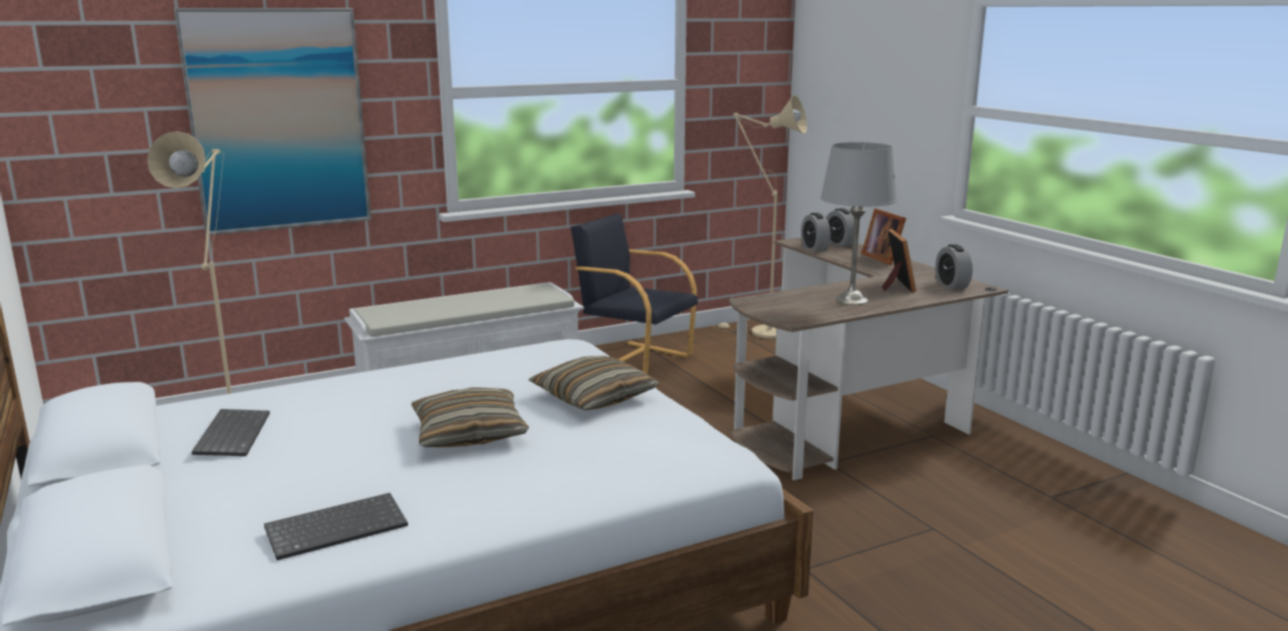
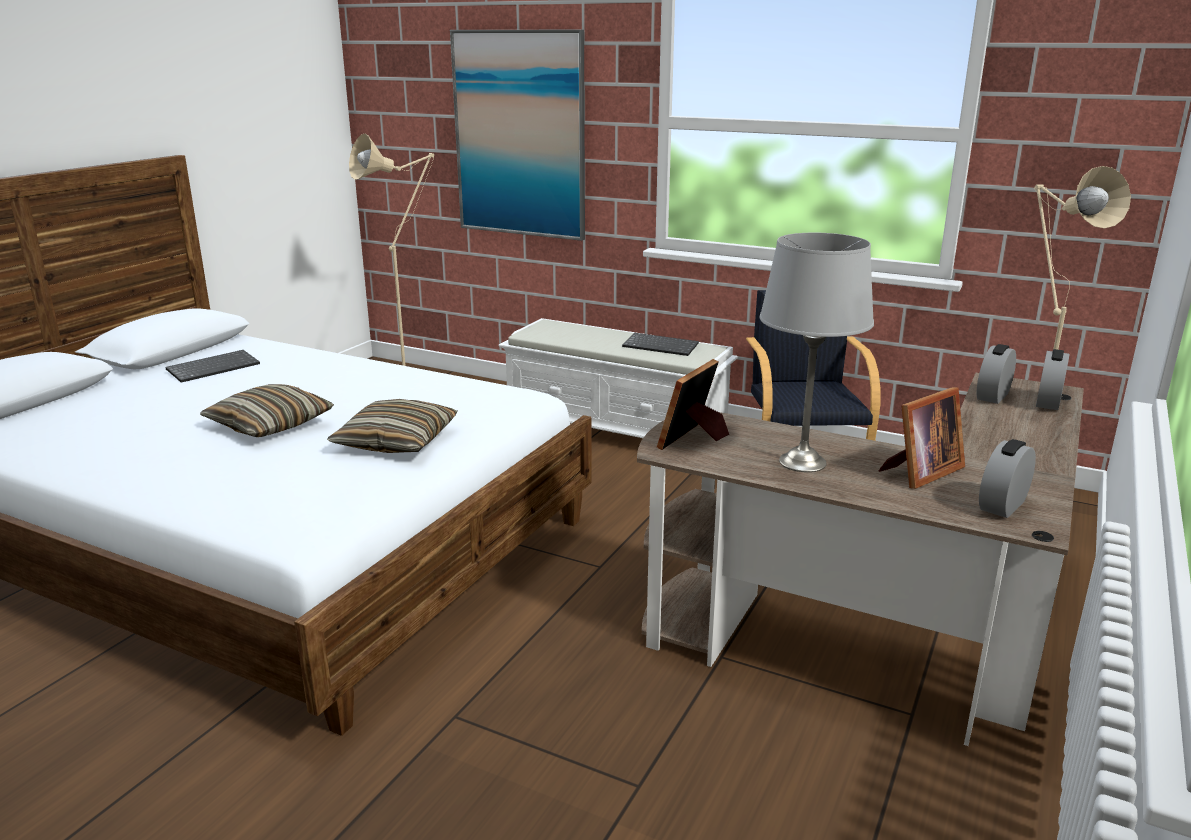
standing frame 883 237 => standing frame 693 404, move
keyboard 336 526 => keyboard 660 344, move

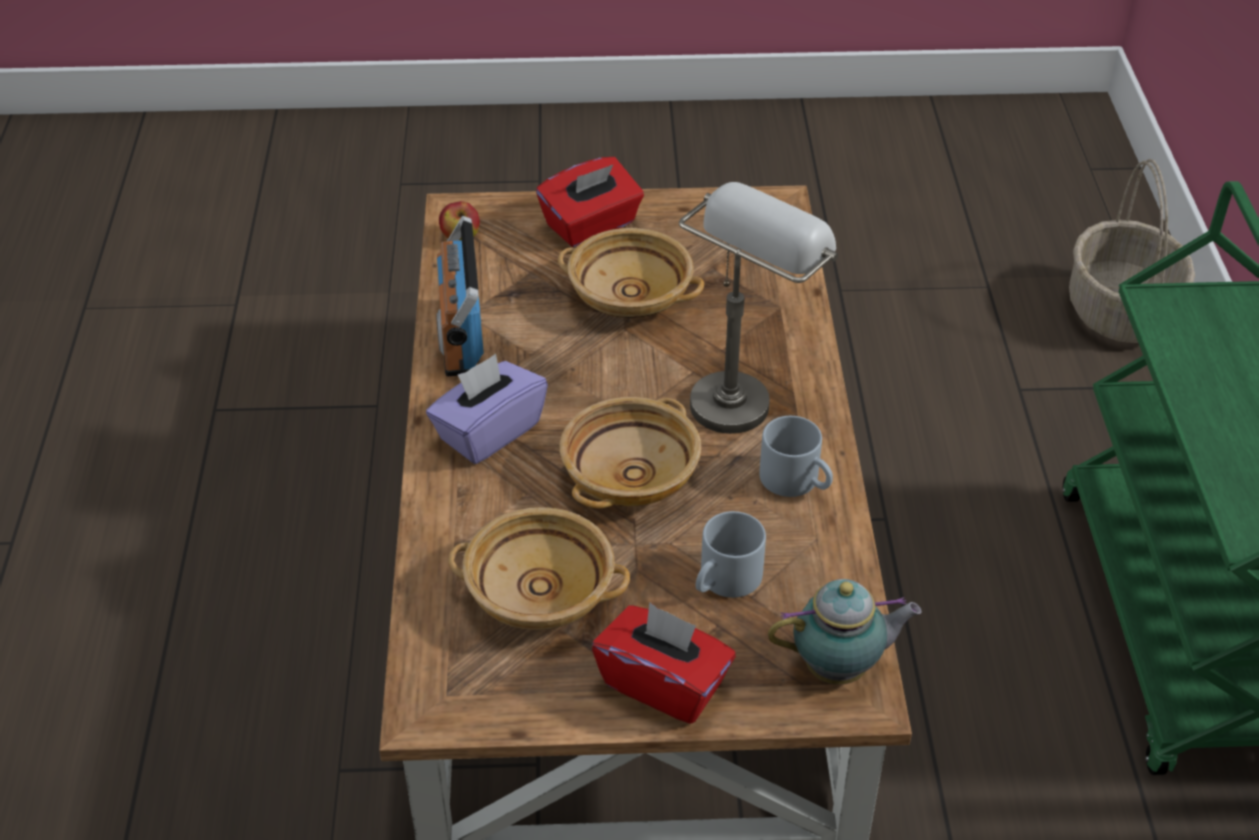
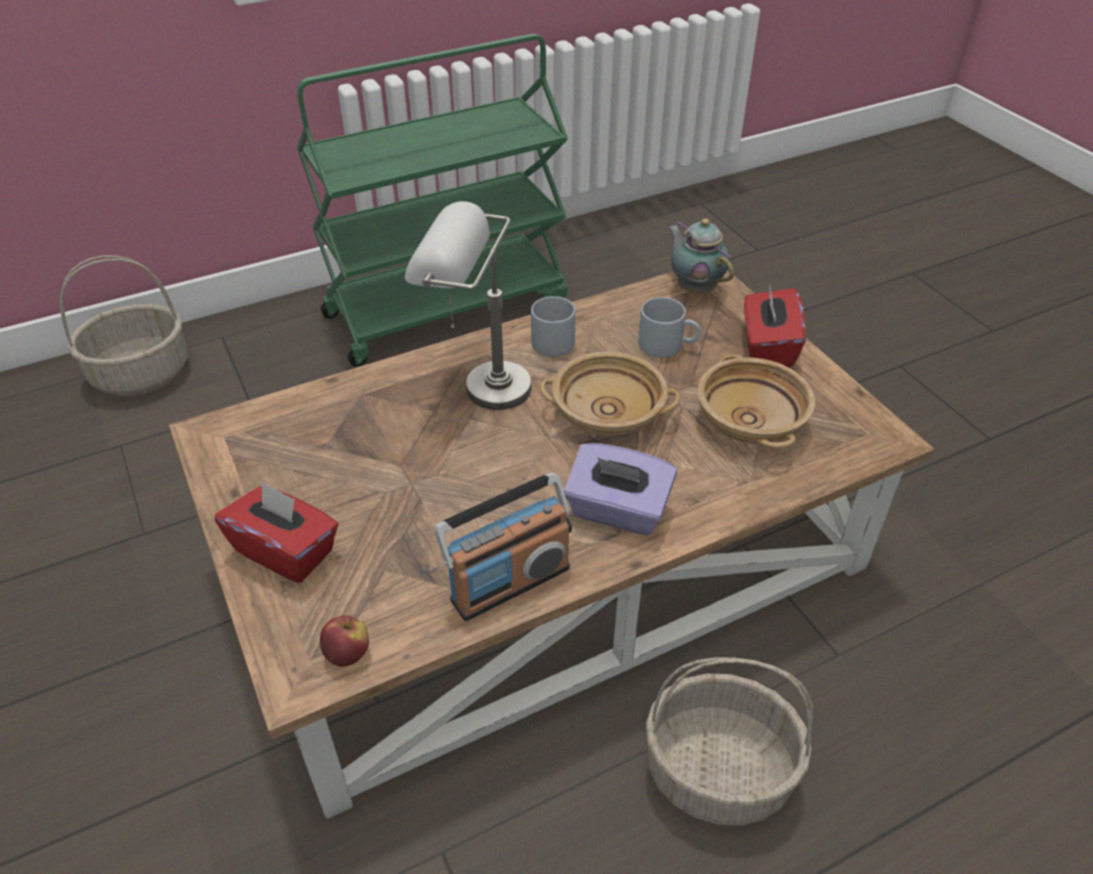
serving bowl (sand-coloured) 631 273 => nothing
nothing => basket 729 741

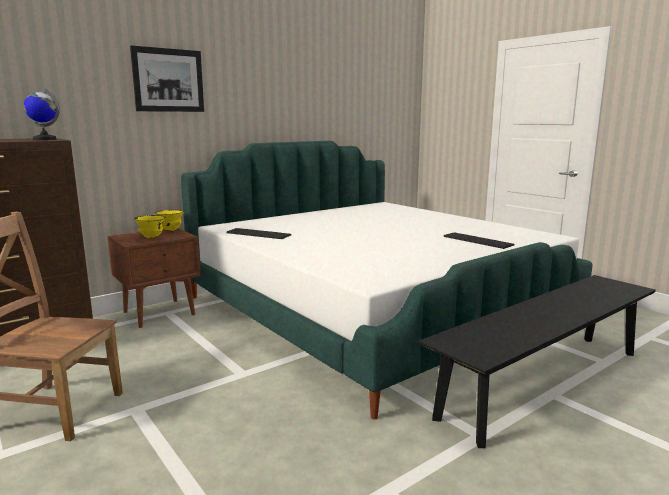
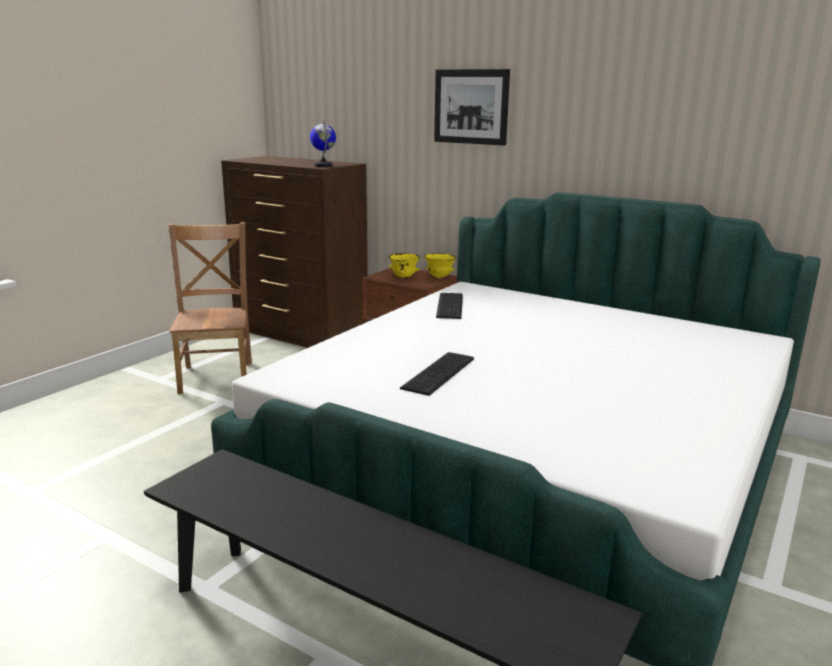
keyboard 479 240 => keyboard 437 374, move

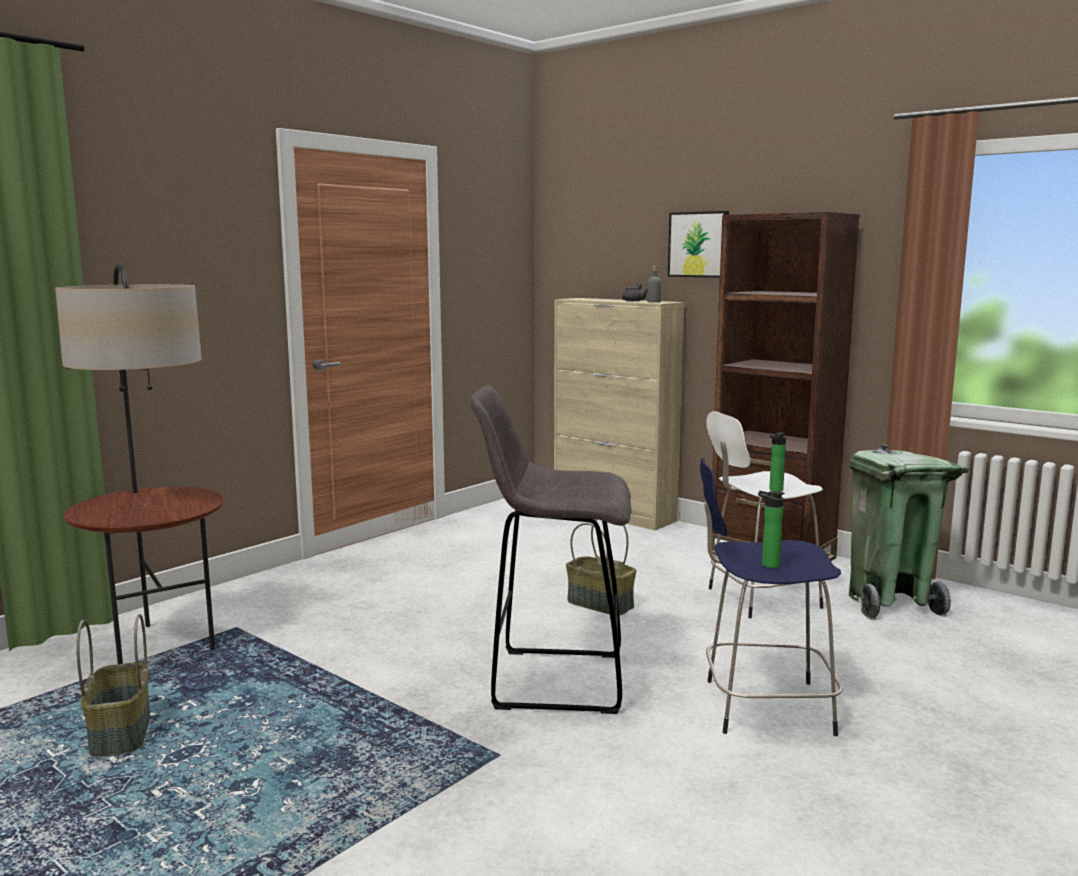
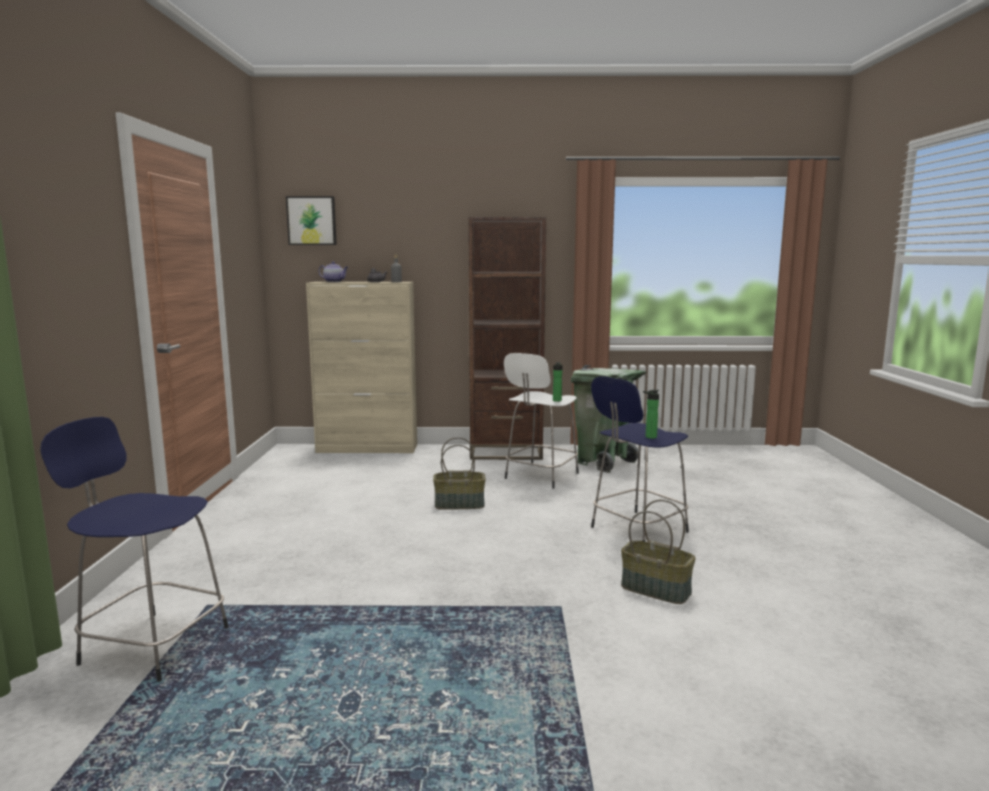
wall picture 698 244 => wall picture 311 220, move
standard lamp 139 463 => stool (blue-coloured) 134 549
stool (greyish) 551 549 => nothing
basket 113 685 => basket 658 551, move
nothing => teapot 333 271

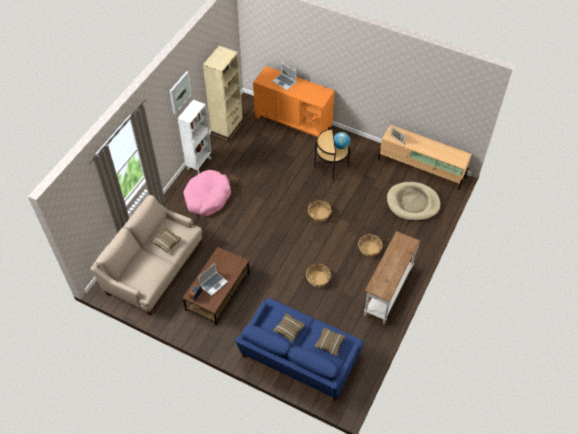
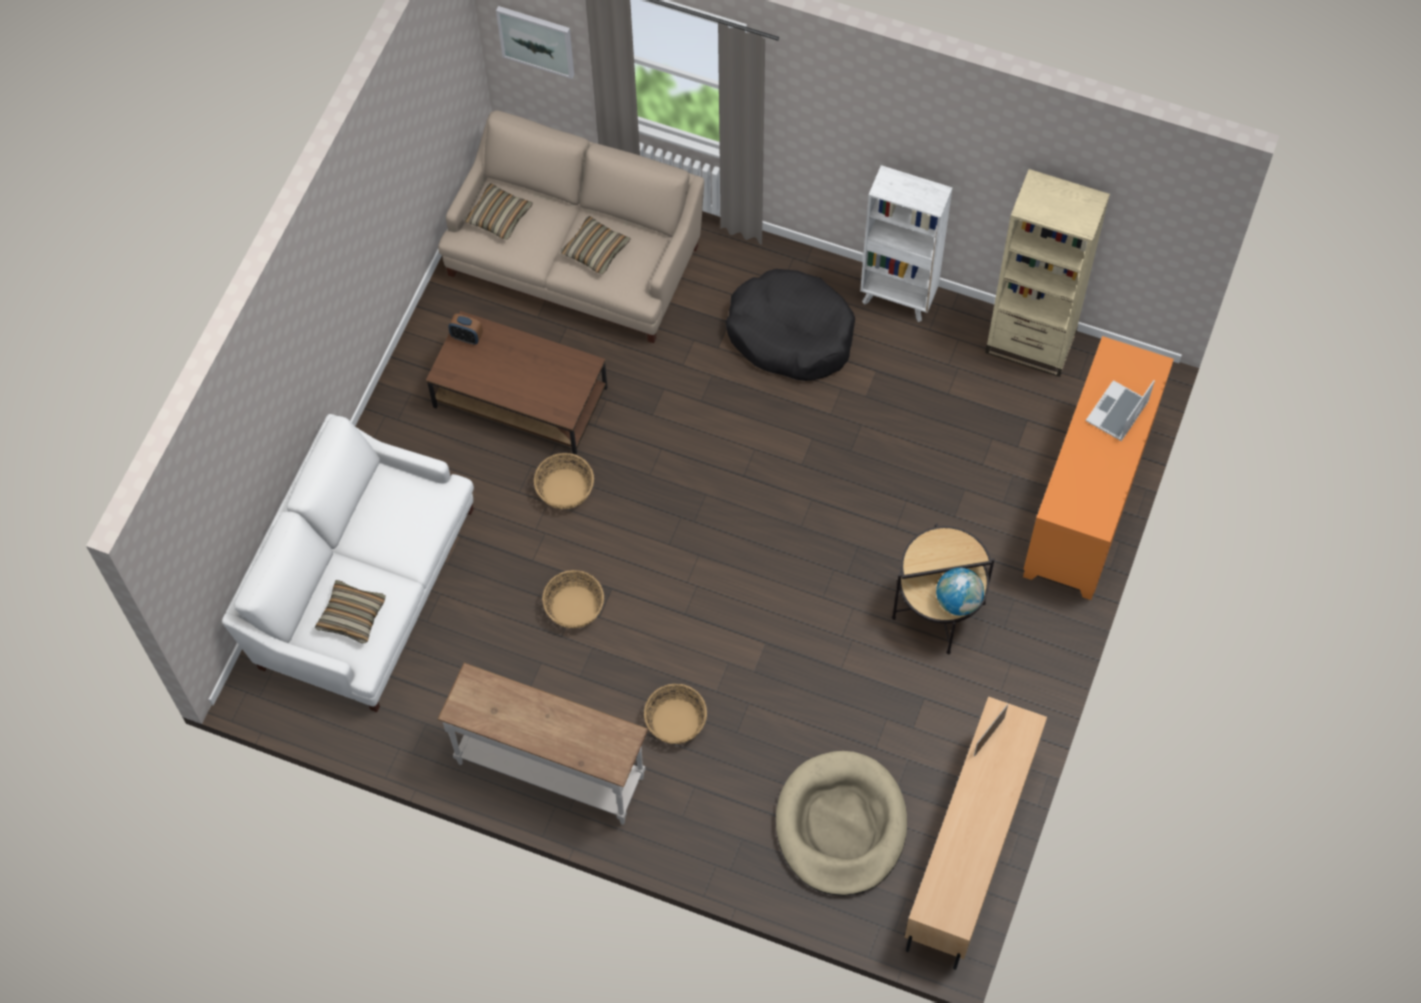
wall picture 180 92 => wall picture 535 42, move
dog cushion (pink-coloured) 207 193 => dog cushion (black-coloured) 790 325
basket 319 211 => basket 564 481, move
notebook computer 213 279 => nothing
couch (blue-coloured) 299 349 => couch (white) 348 563
throw pillow 289 327 => throw pillow 498 211, move

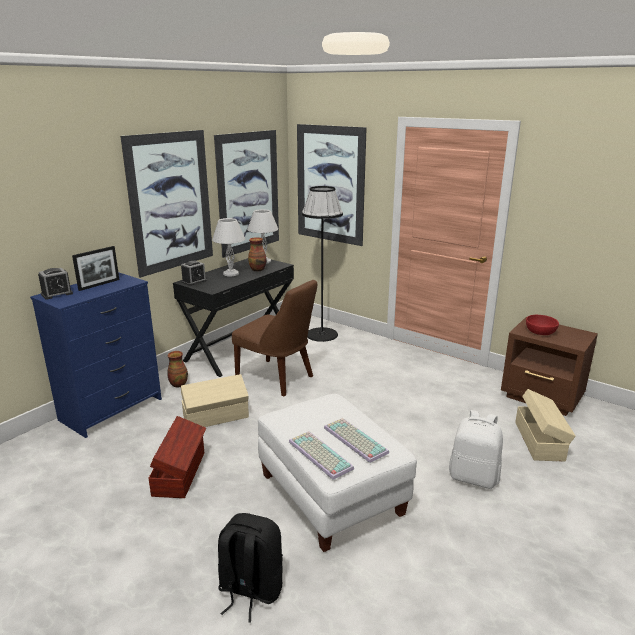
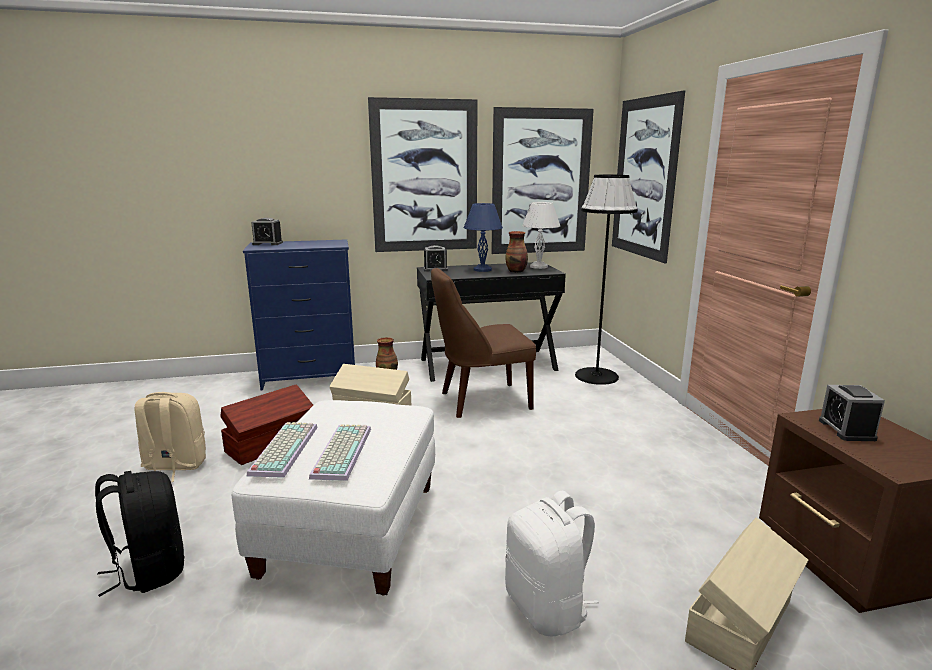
lamp for a table (white) 228 247 => lamp for a table (blue-coloured) 483 237
standing frame 95 268 => nothing
plain chair (brown) 274 338 => plain chair (brown) 483 343, 90 degrees clockwise
serving bowl (red-coloured) 542 325 => alarm clock 852 413
nothing => rucksack (sand-coloured) 170 437

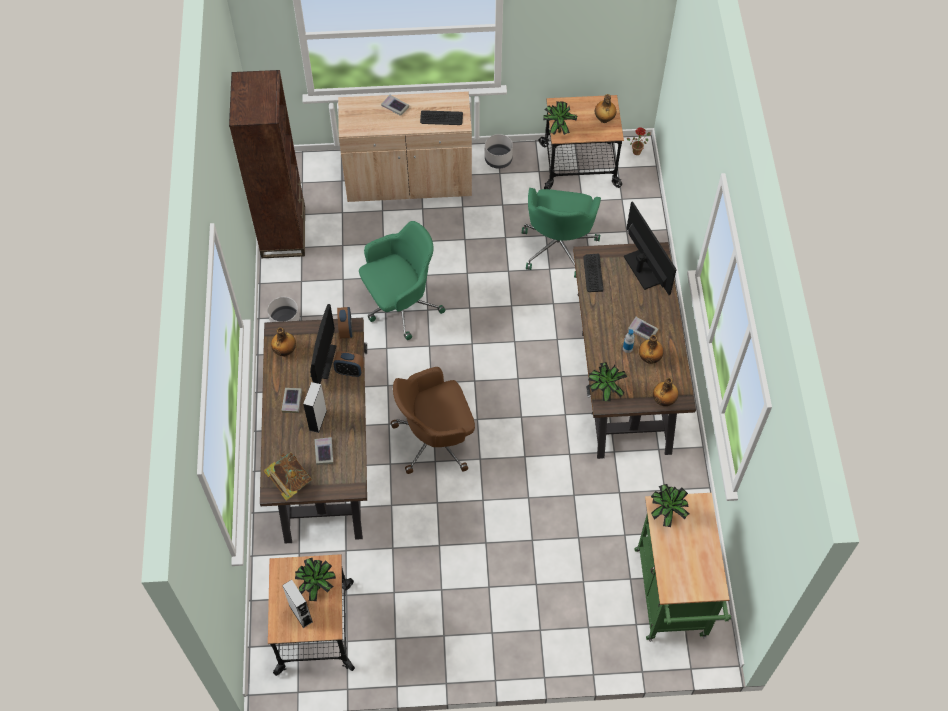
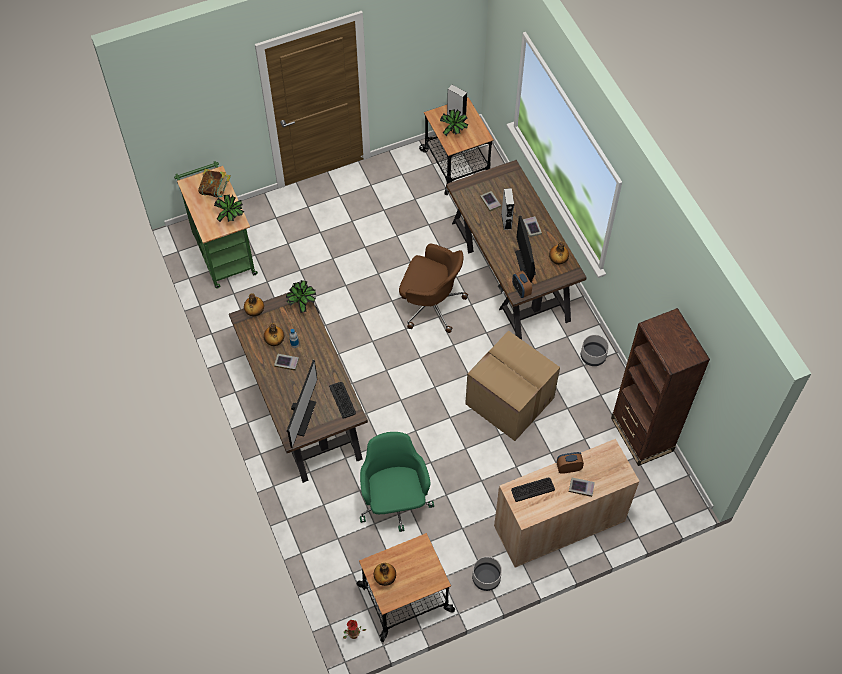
potted plant 560 118 => nothing
monitor 650 248 => monitor 301 404, 120 degrees counterclockwise
desk chair (green-coloured) 402 280 => packing box 512 386
alarm clock 348 364 => alarm clock 570 463, move
desk chair (brown) 433 420 => desk chair (brown) 433 288, 60 degrees clockwise
book 288 476 => book 214 183, move

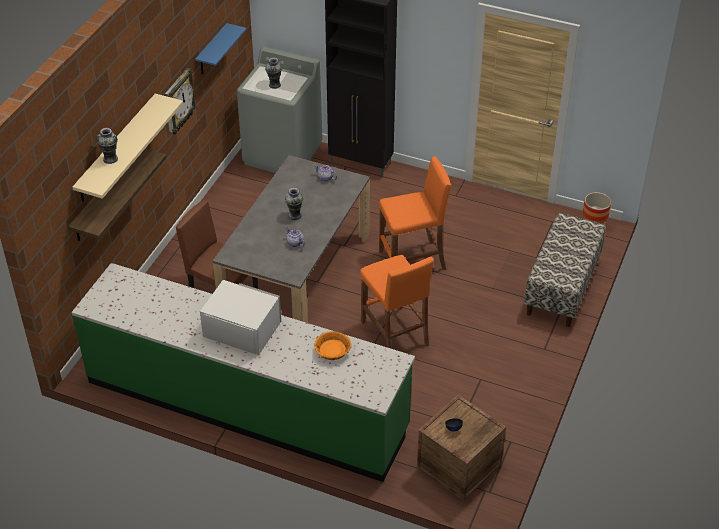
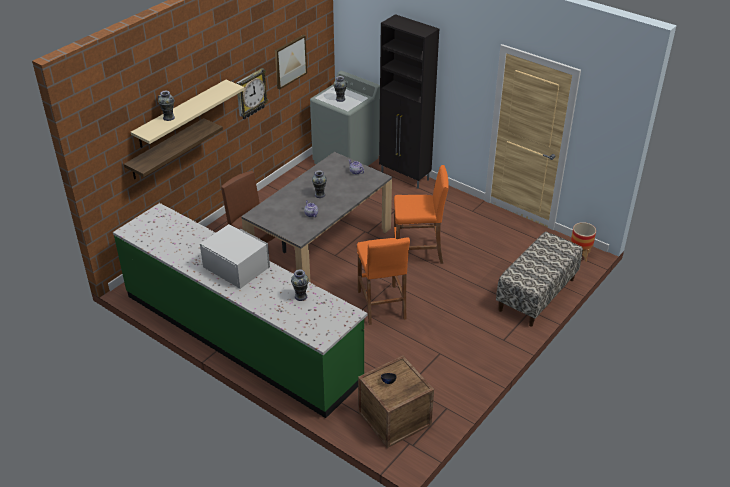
wall shelf (blue-coloured) 221 49 => wall picture 291 62
serving bowl (orangey) 332 345 => decorative vase 300 285

